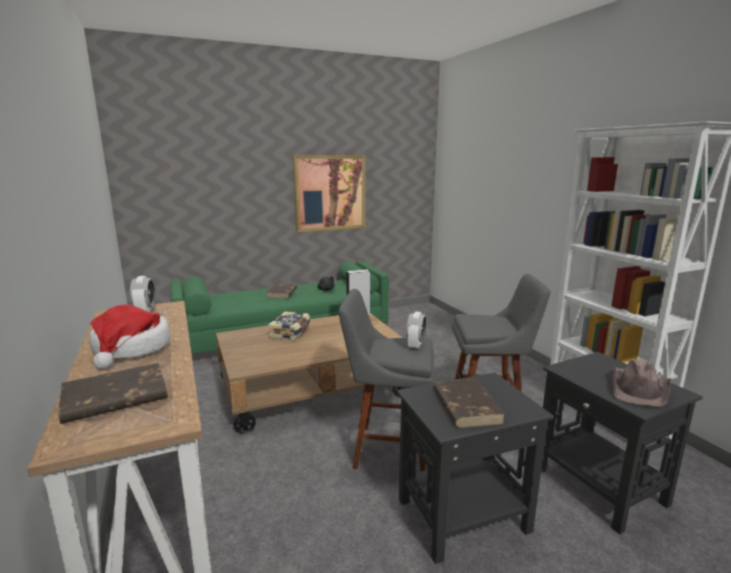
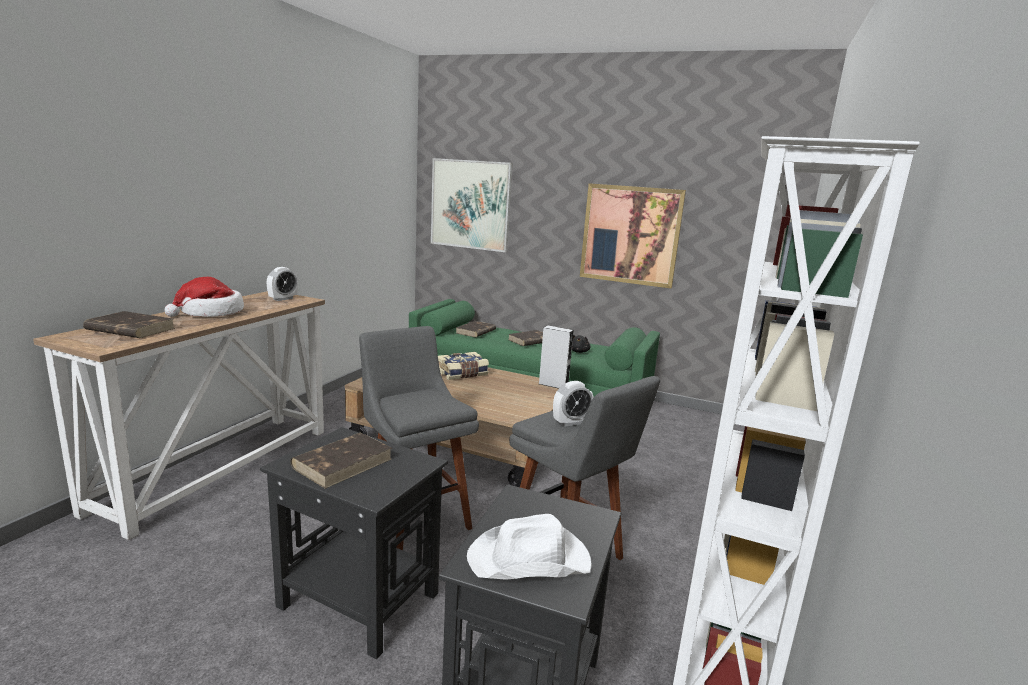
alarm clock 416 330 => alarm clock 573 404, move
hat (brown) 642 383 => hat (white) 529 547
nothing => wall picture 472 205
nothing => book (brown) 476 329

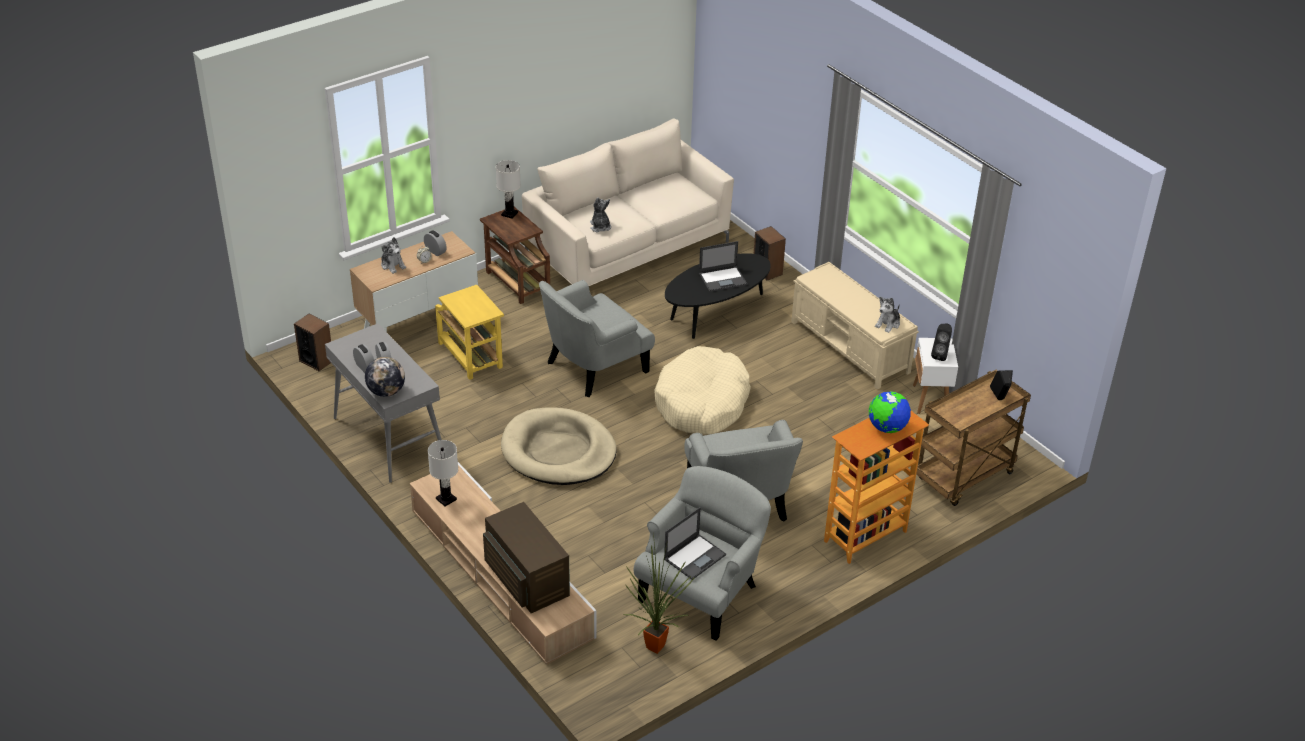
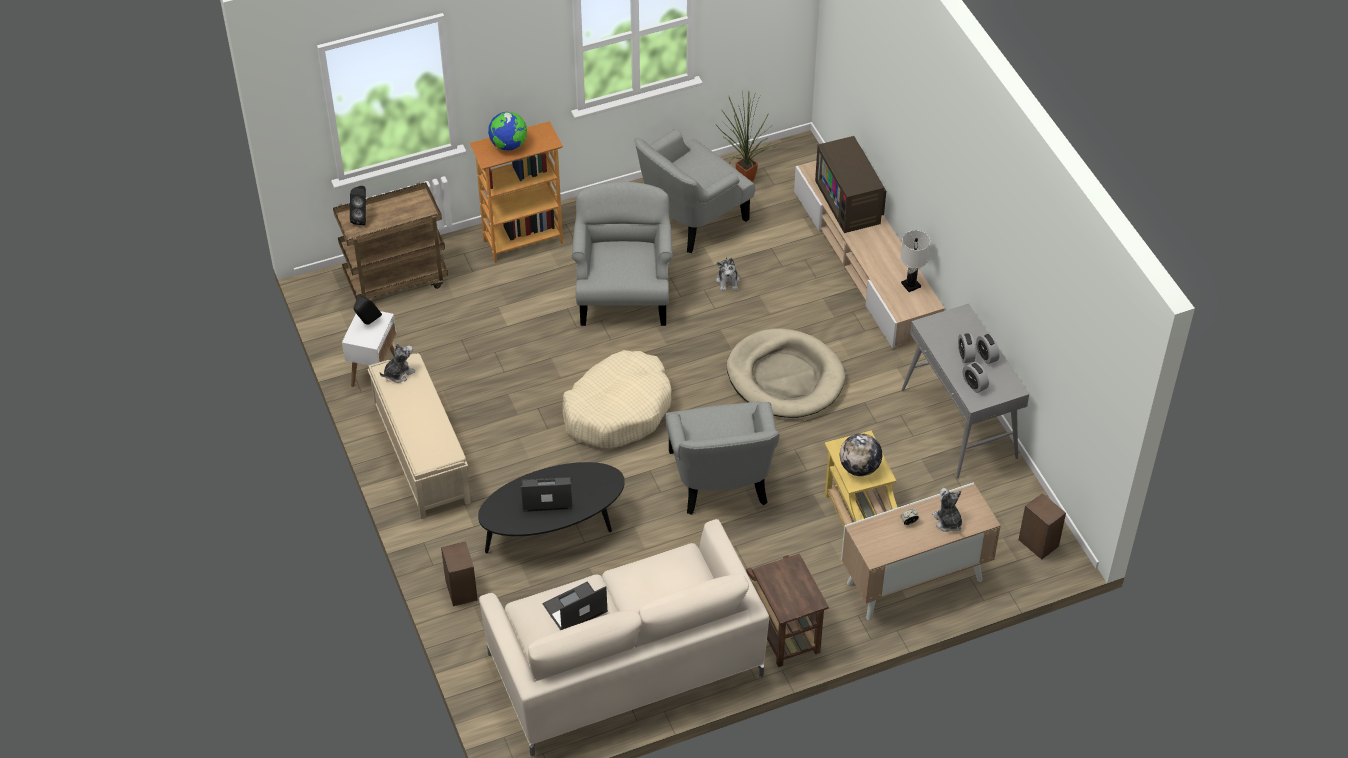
lamp for a table (white) 508 189 => nothing
plush toy 600 214 => plush toy 728 274, move
alarm clock 435 243 => alarm clock 976 377, move
armchair (greyish) 597 338 => armchair (greyish) 722 458, 105 degrees clockwise
desk globe 385 377 => desk globe 861 454, move
notebook computer 695 543 => notebook computer 575 605, move

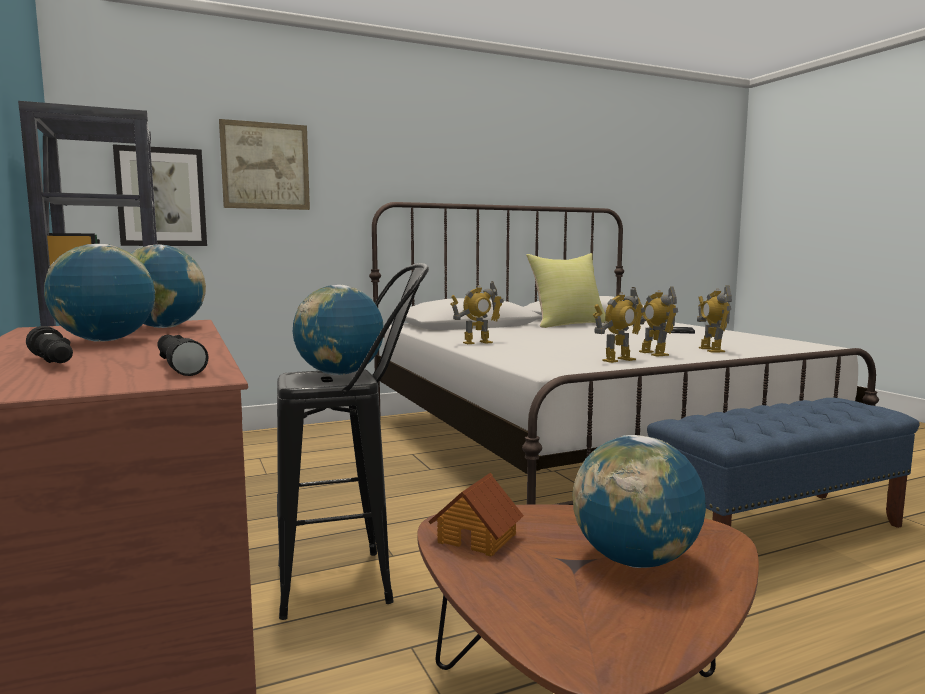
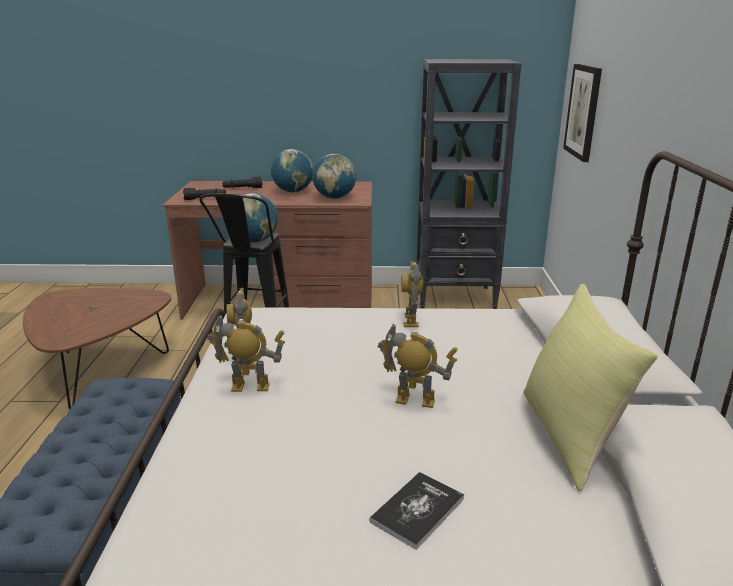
wall picture 264 164 => nothing
robot figure 714 319 => robot figure 418 365, move
desk globe 639 501 => nothing
miniature house 476 514 => nothing

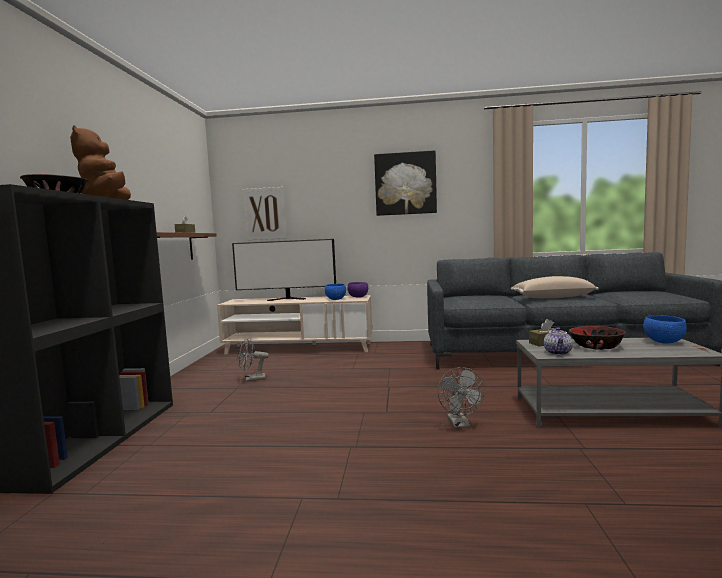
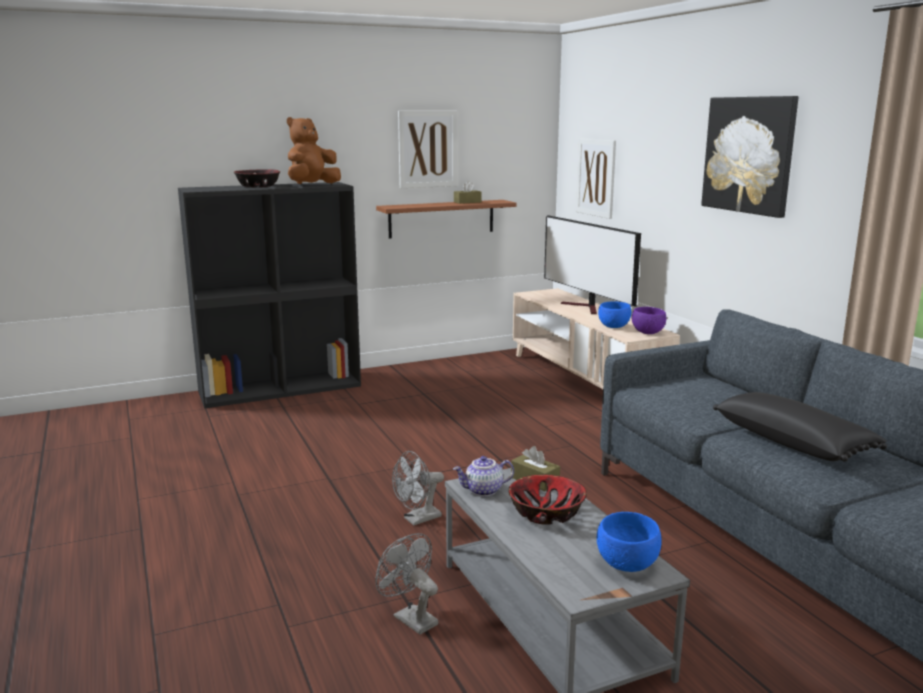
throw pillow (sand-coloured) 555 287 => throw pillow (black-coloured) 800 427
electric fan (greyish) 253 360 => electric fan (greyish) 406 584, move
nothing => wall picture 427 149

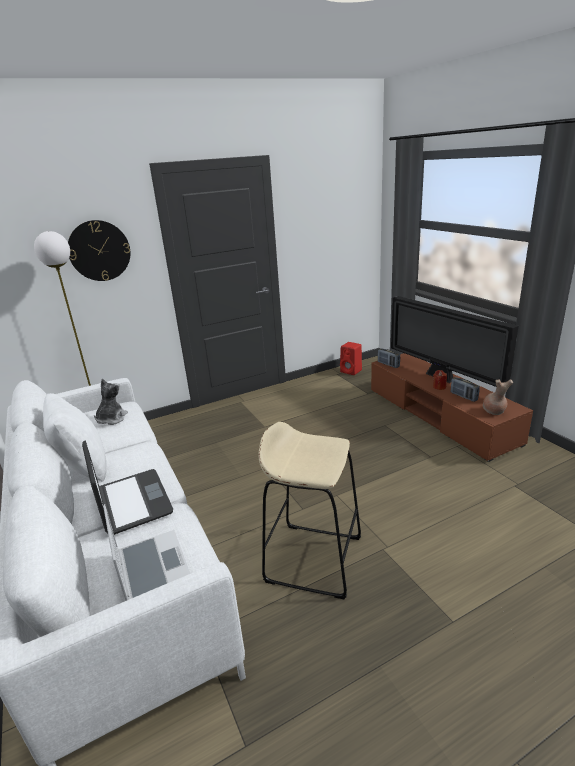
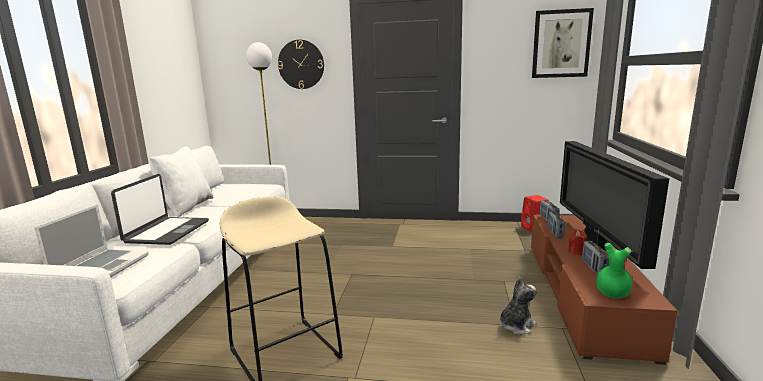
plush toy 111 402 => plush toy 518 306, move
decorative vase (brown) 498 397 => decorative vase (green-coloured) 614 271
nothing => wall picture 563 43
nothing => radio receiver 556 225

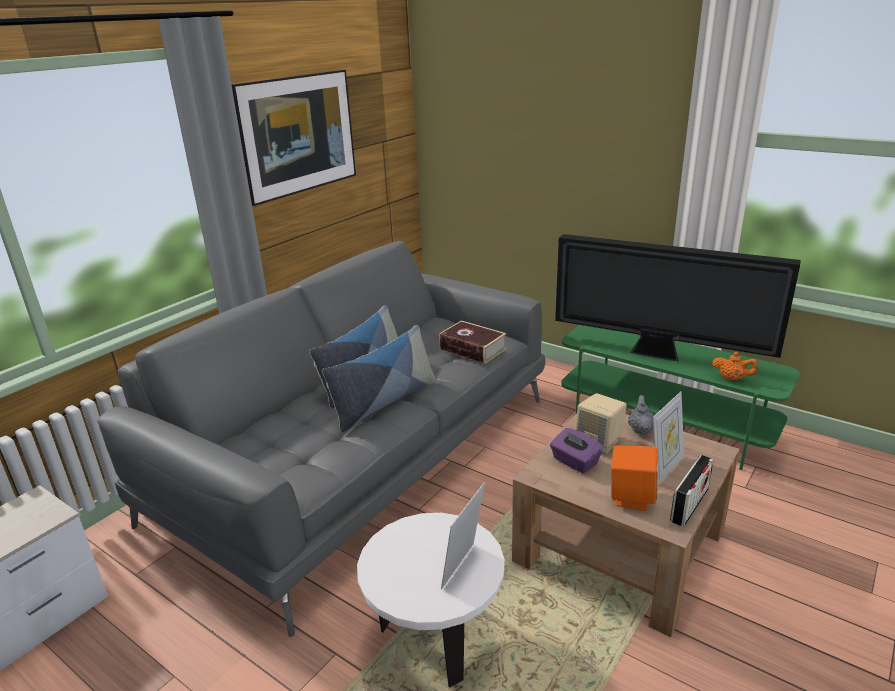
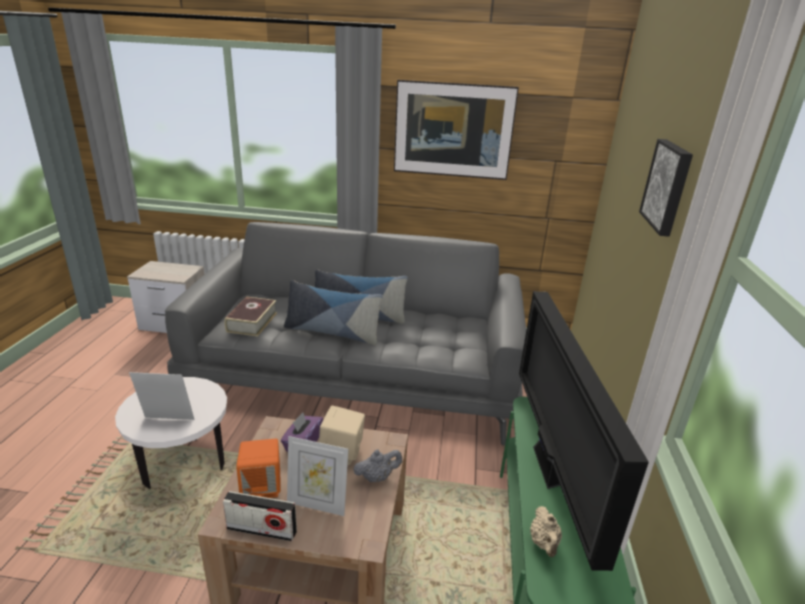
book 472 342 => book 250 316, move
teapot (orangey) 735 366 => teapot (sand-coloured) 546 531
nothing => wall picture 666 188

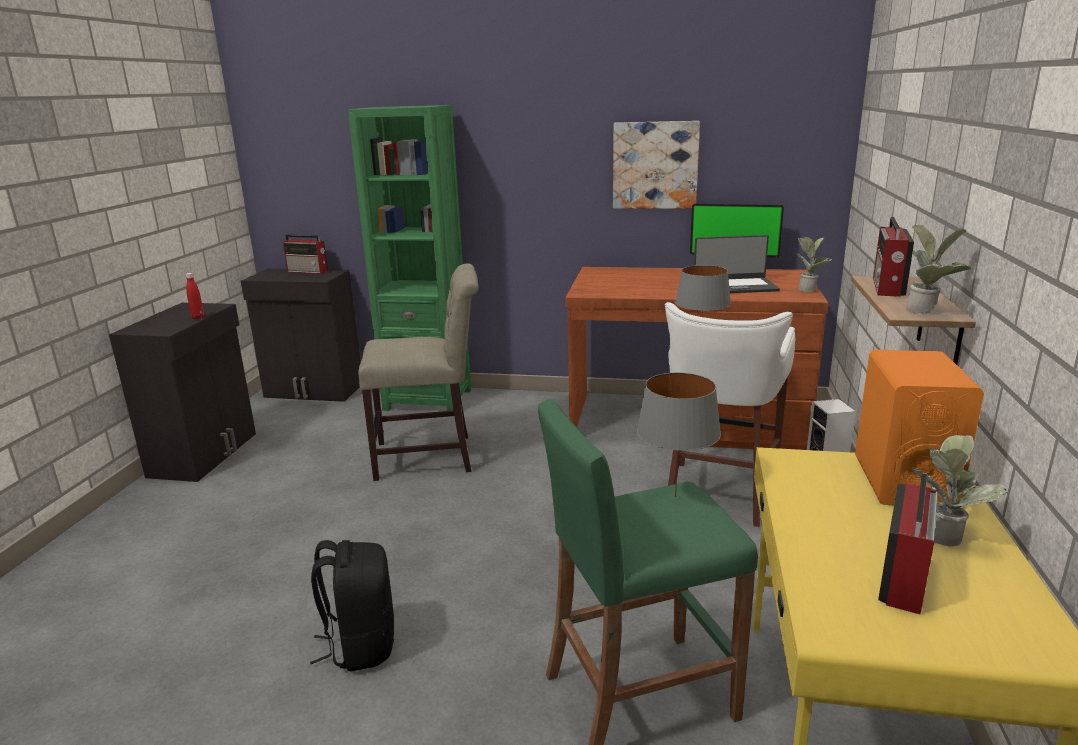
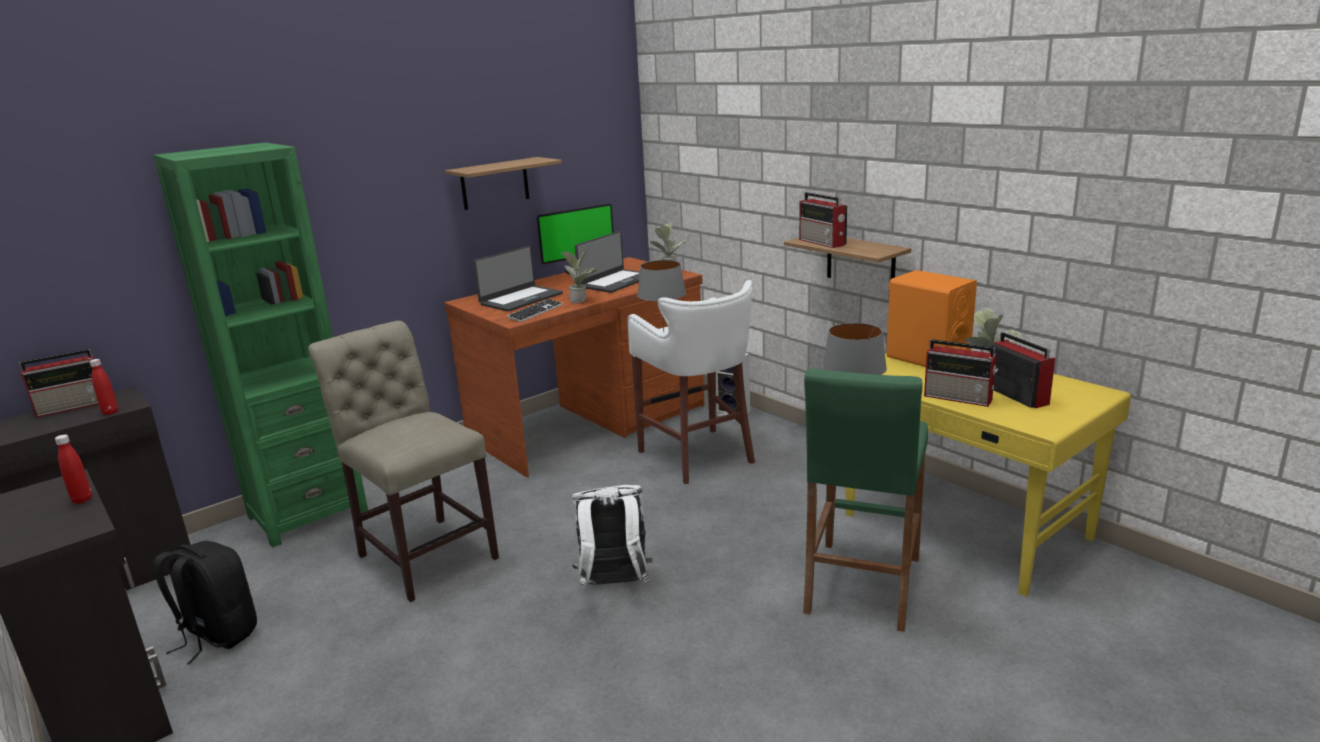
wall picture 656 165 => wall shelf 503 183
potted plant 938 269 => potted plant 579 276, move
plain chair (sand-coloured) 418 372 => plain chair (sand-coloured) 403 461, 75 degrees counterclockwise
rucksack (black-coloured) 352 605 => rucksack (black-coloured) 205 602, move
nothing => notebook computer 518 278
nothing => keyboard 535 310
nothing => radio receiver 961 373
nothing => beverage bottle (red-coloured) 103 387
nothing => rucksack (white) 612 536

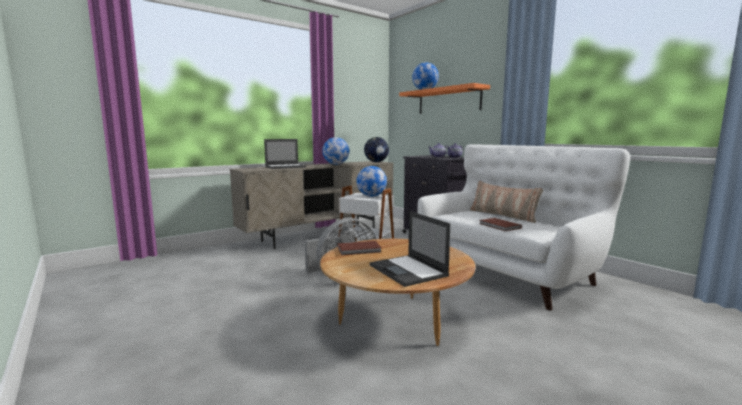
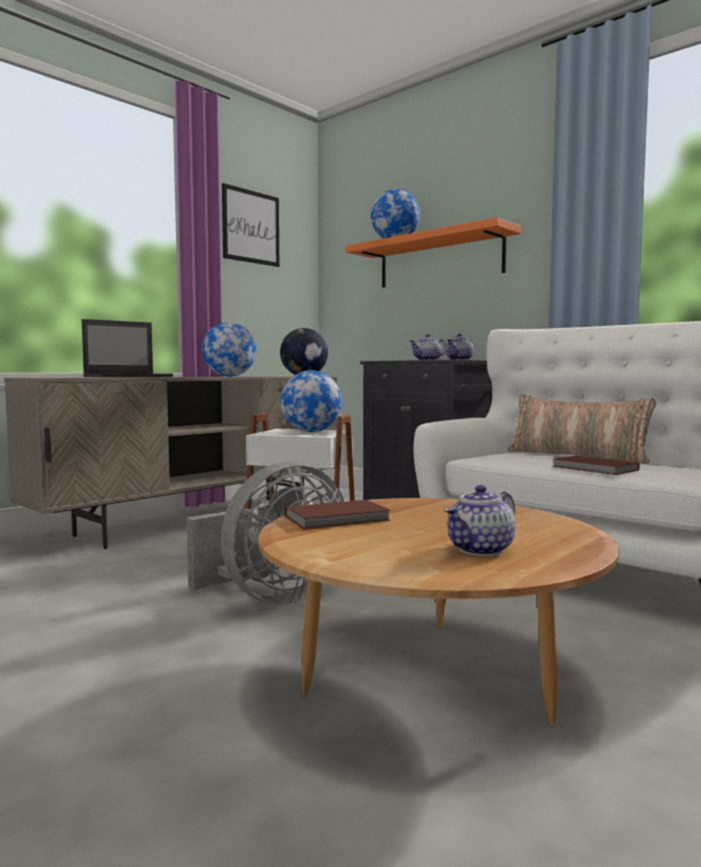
notebook computer 410 249 => teapot 479 520
nothing => wall picture 250 225

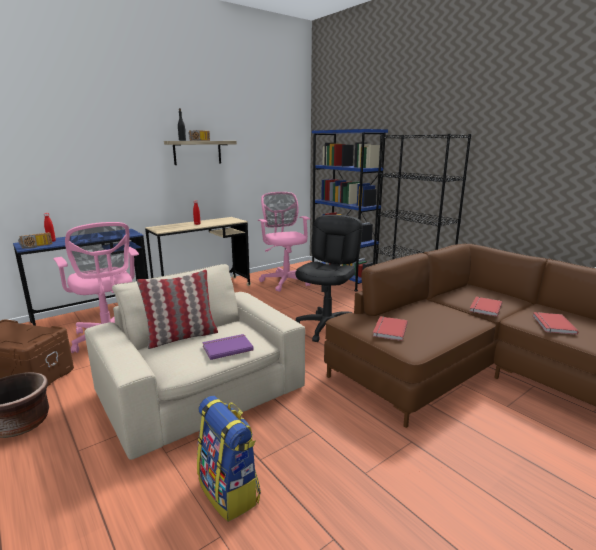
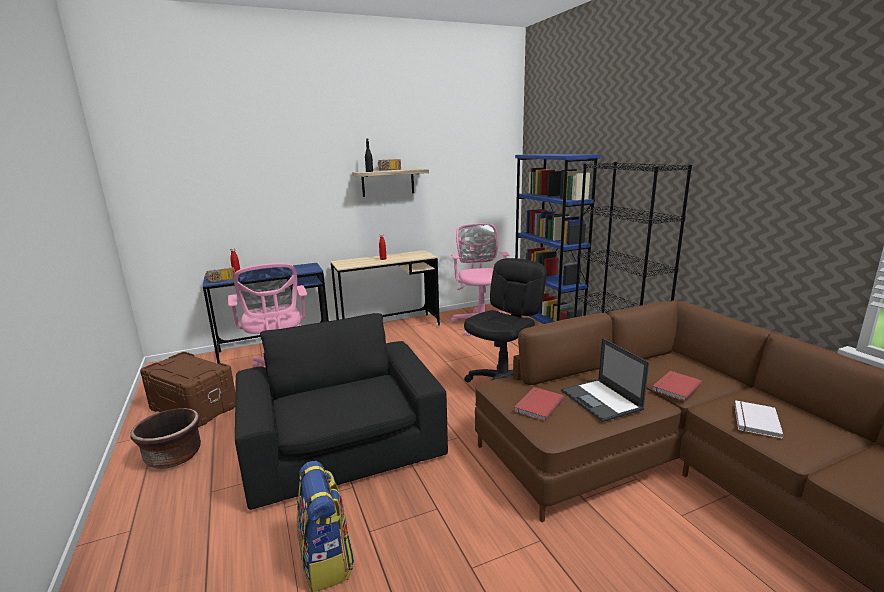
armchair (sand-coloured) 194 362 => armchair (black-coloured) 341 411
throw pillow 177 309 => nothing
book (red-coloured) 555 323 => book (white) 759 419
book (purple) 228 347 => nothing
nothing => notebook computer 605 380

